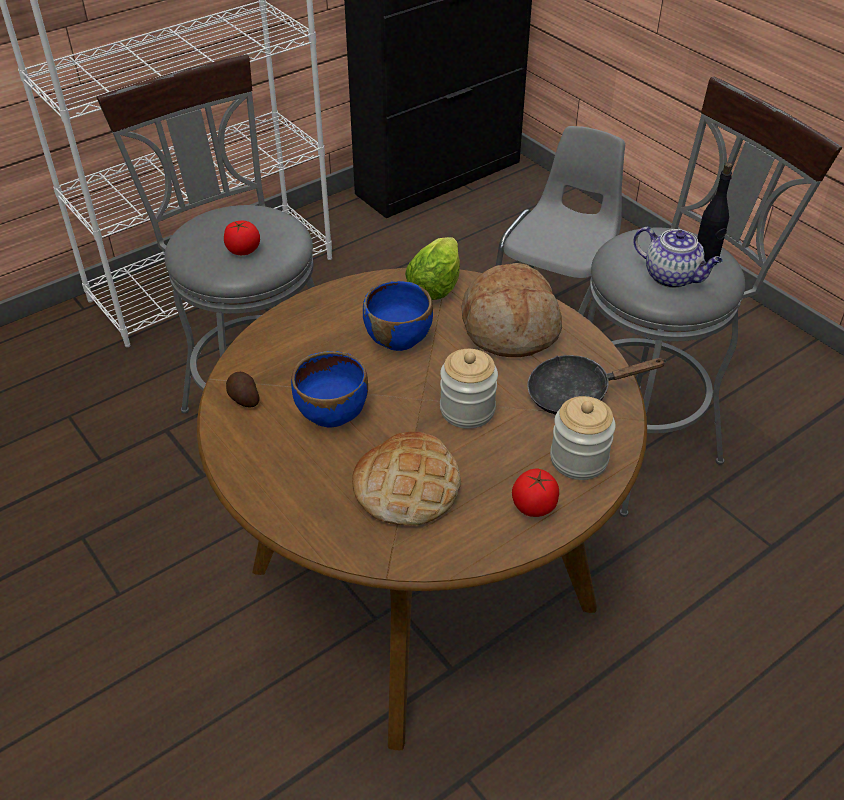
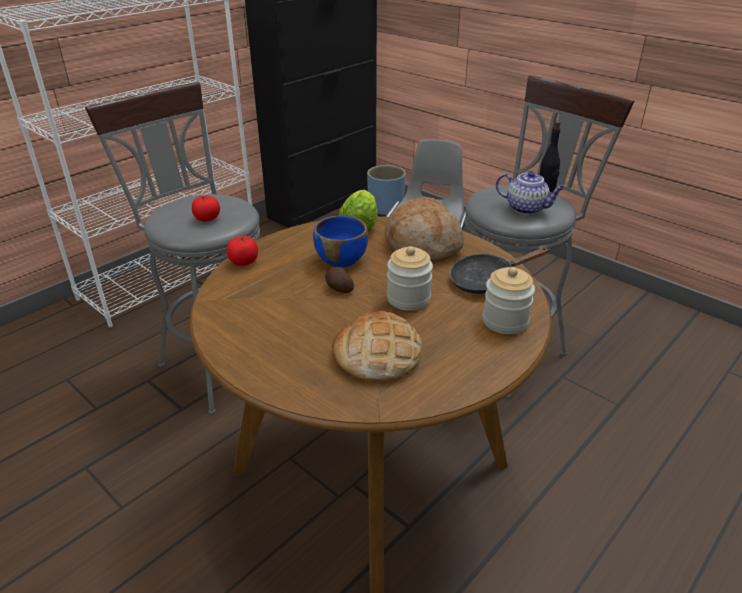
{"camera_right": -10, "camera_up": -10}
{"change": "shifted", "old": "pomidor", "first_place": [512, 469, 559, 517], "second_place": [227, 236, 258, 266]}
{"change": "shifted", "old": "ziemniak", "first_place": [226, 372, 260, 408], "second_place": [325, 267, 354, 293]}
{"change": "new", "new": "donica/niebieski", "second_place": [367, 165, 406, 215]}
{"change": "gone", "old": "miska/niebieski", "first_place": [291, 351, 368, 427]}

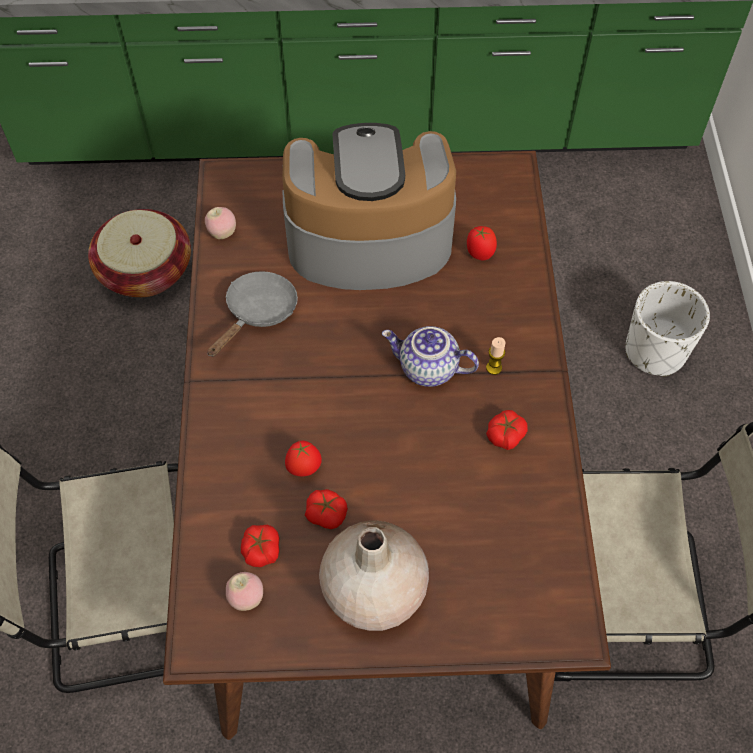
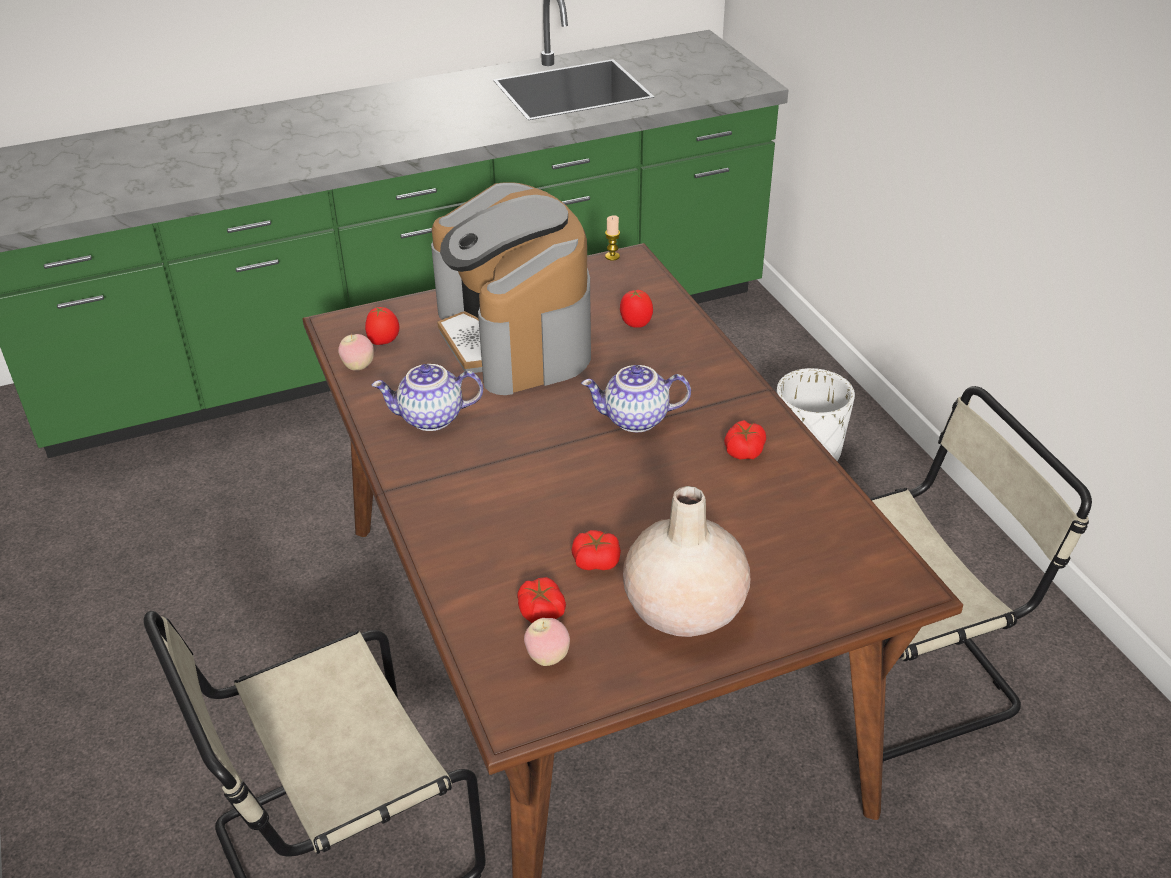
{"camera_right": -20, "camera_up": -20}
{"change": "shifted", "old": "pomidor", "first_place": [285, 441, 322, 476], "second_place": [365, 307, 400, 345]}
{"change": "swapped", "old": "patelnia/szary", "new": "imbryk", "first_place": [208, 271, 298, 357], "second_place": [372, 364, 483, 431]}
{"change": "rotated", "old": "ekspres do kawy", "first_place": [282, 123, 456, 290], "second_place": [431, 182, 591, 395], "degrees": -90}
{"change": "shifted", "old": "świeca", "first_place": [486, 337, 505, 375], "second_place": [605, 215, 620, 260]}
{"change": "gone", "old": "koszyk", "first_place": [88, 209, 191, 297]}

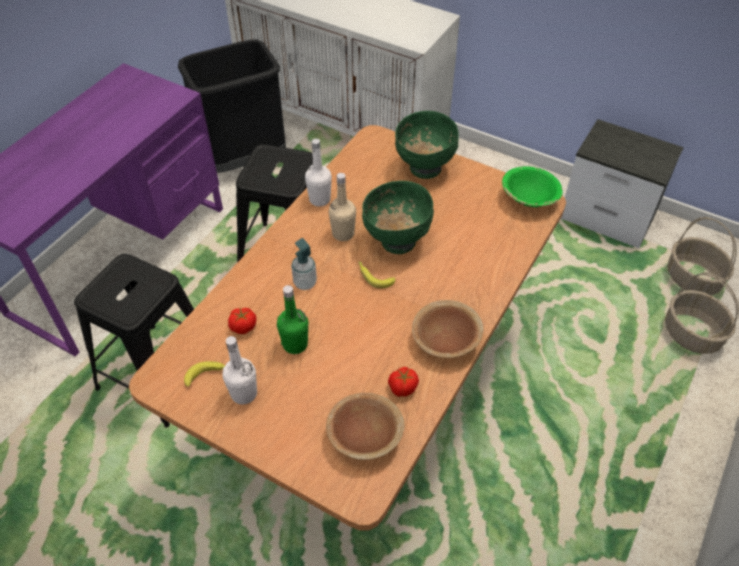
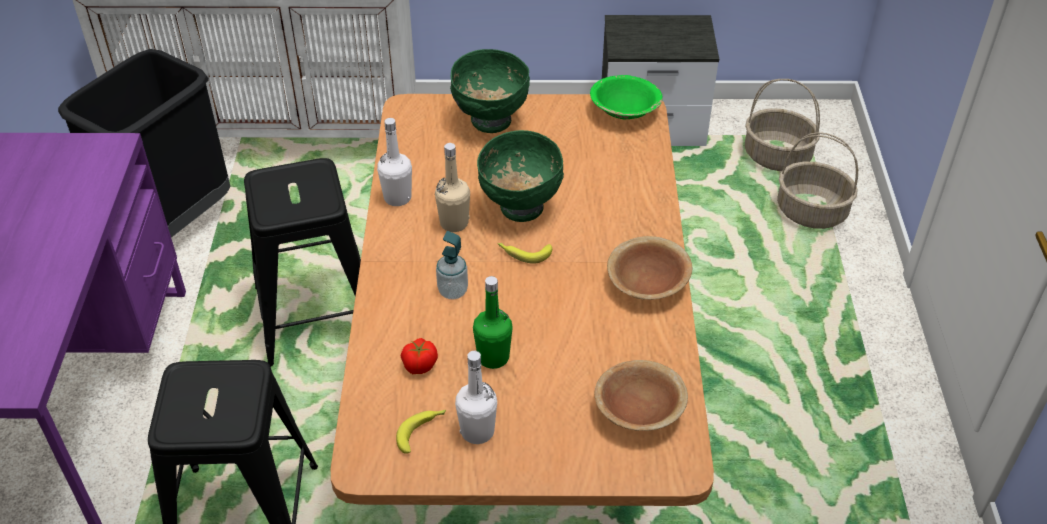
{"camera_right": -30, "camera_up": -5}
{"change": "gone", "old": "pomidor", "first_place": [388, 367, 419, 397]}

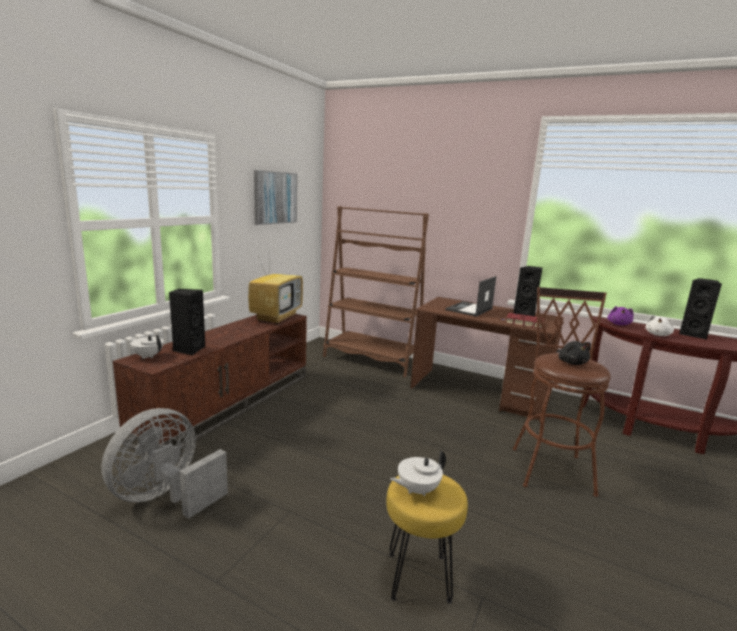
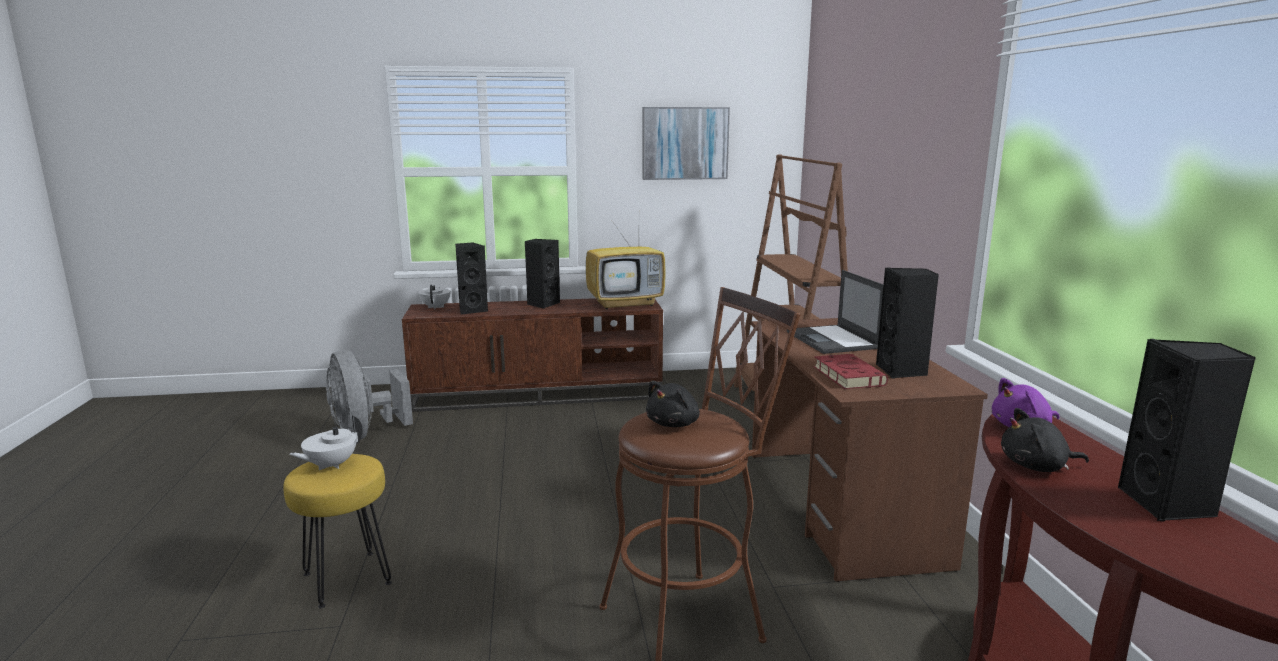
{"camera_right": 55, "camera_up": 0}
{"change": "rotated", "old": "imbryk/biały", "first_place": [391, 450, 446, 496], "second_place": [289, 416, 363, 470], "degrees": -75}
{"change": "rotated", "old": "wentylator/szary", "first_place": [101, 408, 228, 519], "second_place": [326, 350, 413, 440], "degrees": -120}
{"change": "new", "new": "głośnik/czarny", "second_place": [524, 239, 560, 309]}
{"change": "rotated", "old": "laptop", "first_place": [446, 276, 496, 317], "second_place": [787, 270, 883, 354], "degrees": -105}
{"change": "repainted", "old": "pluszak/biały", "new": "pluszak/czarny", "first_place": [646, 315, 674, 336], "second_place": [1001, 408, 1089, 472]}

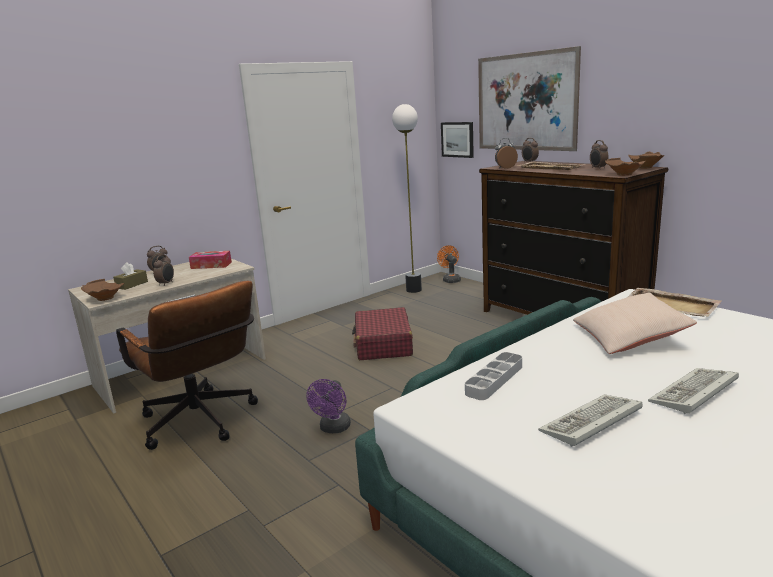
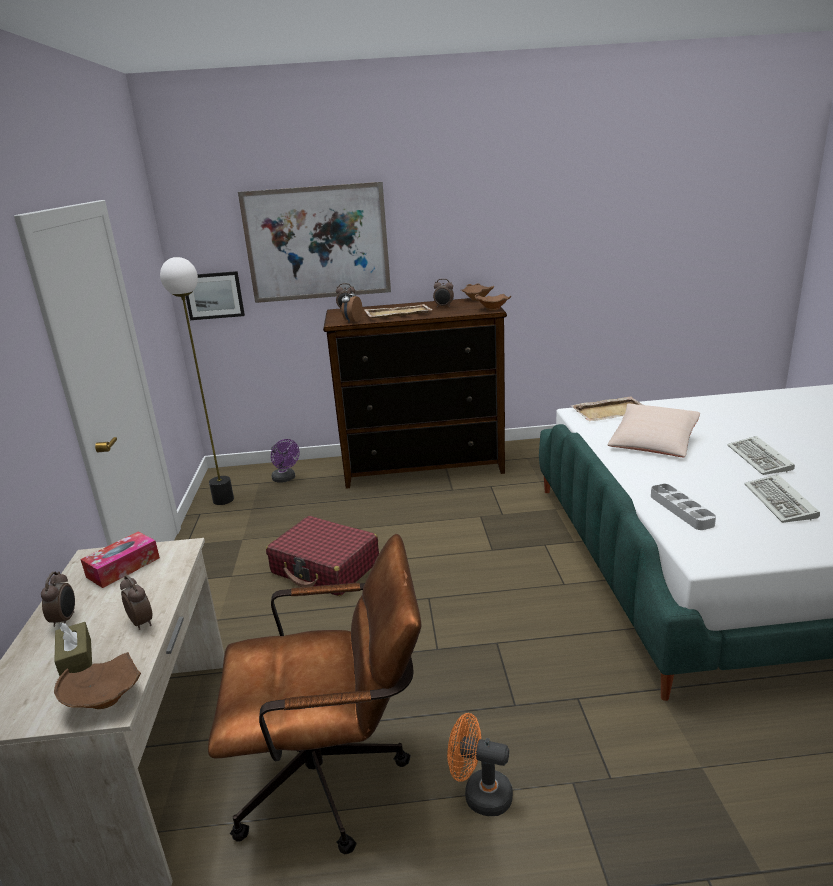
{"camera_right": -55, "camera_up": 5}
{"change": "shifted", "old": "wentylator/fioletowy", "first_place": [306, 379, 351, 433], "second_place": [271, 439, 300, 483]}
{"change": "shifted", "old": "wentylator/pomarańczowy", "first_place": [437, 246, 461, 283], "second_place": [447, 713, 513, 816]}

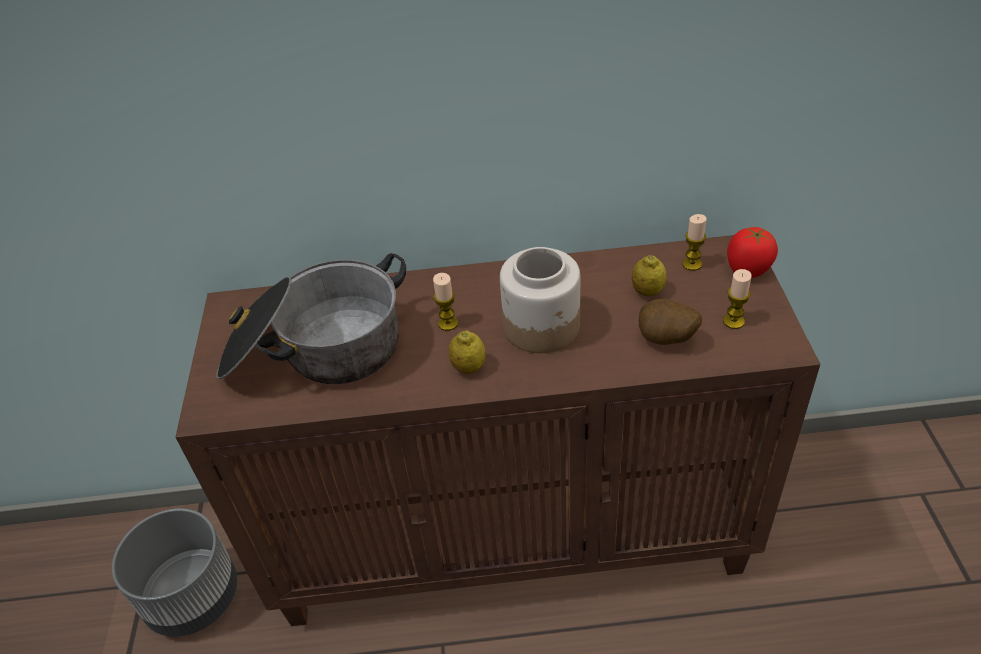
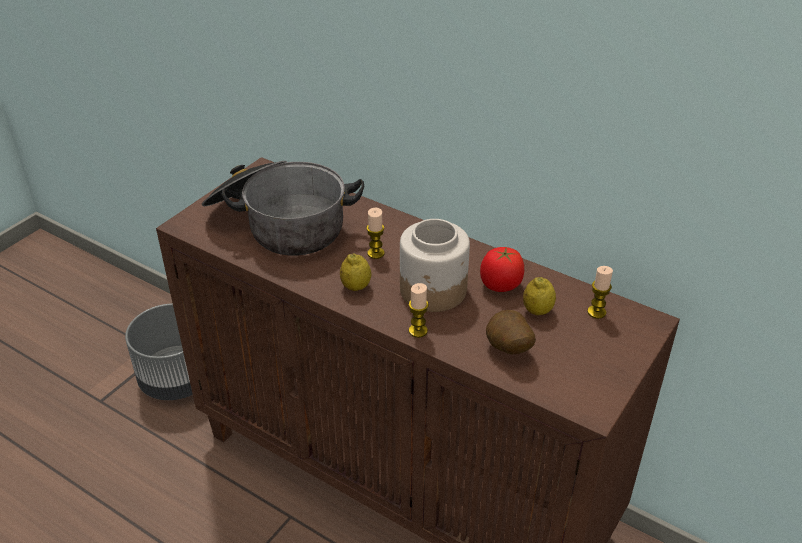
{"camera_right": 35, "camera_up": -5}
{"change": "shifted", "old": "świeca", "first_place": [723, 269, 752, 329], "second_place": [409, 283, 429, 338]}
{"change": "shifted", "old": "pomidor", "first_place": [727, 227, 778, 278], "second_place": [480, 247, 524, 292]}

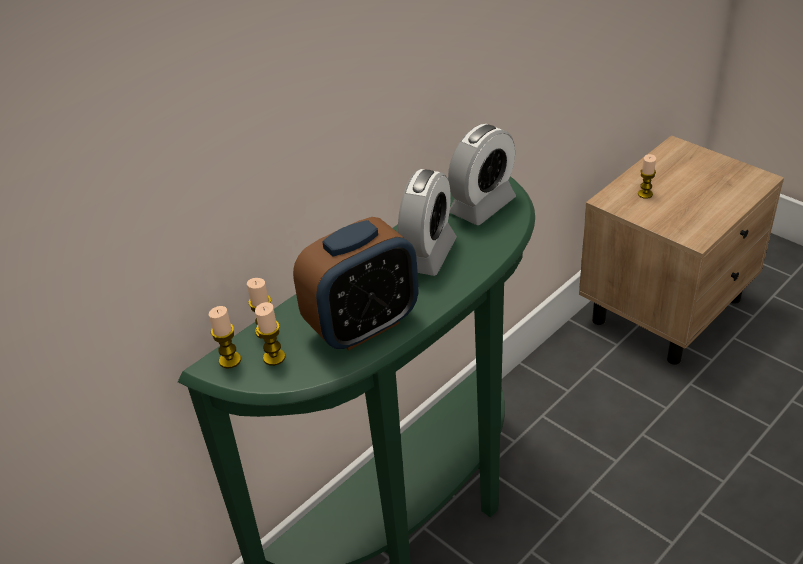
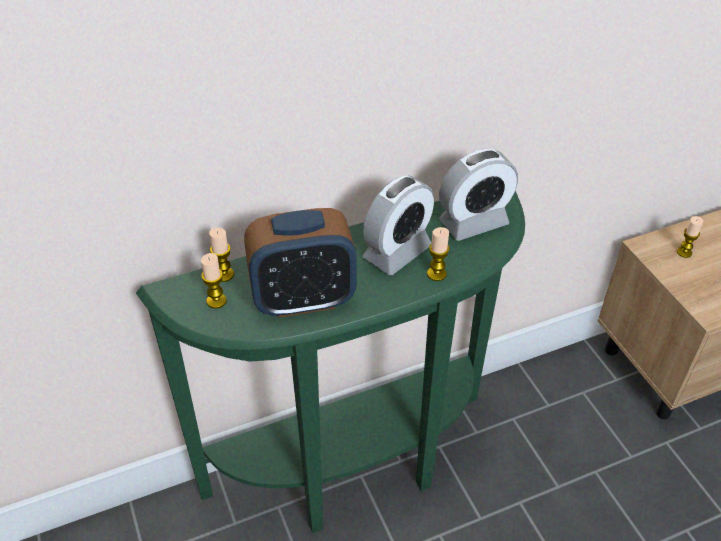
{"camera_right": 20, "camera_up": 5}
{"change": "shifted", "old": "świeca", "first_place": [209, 306, 241, 369], "second_place": [427, 227, 450, 281]}

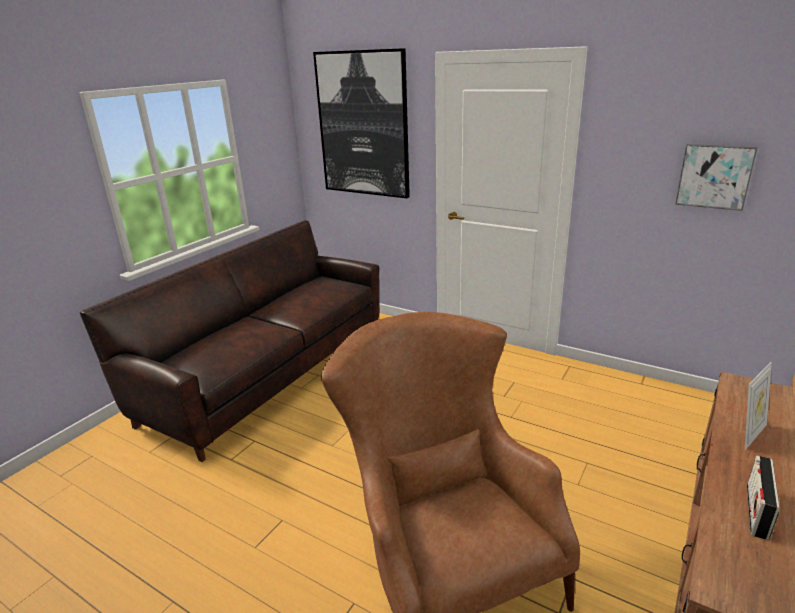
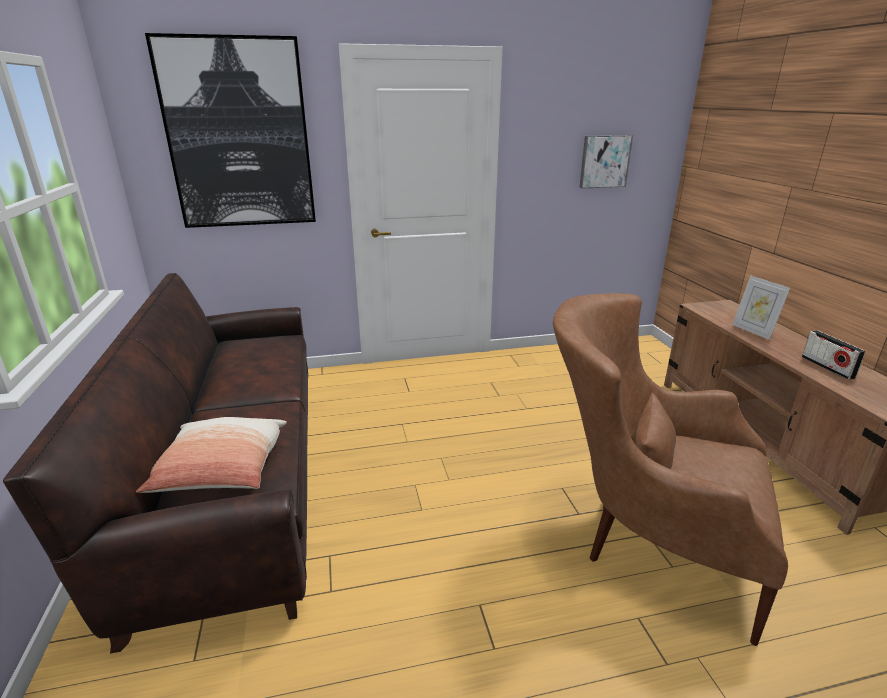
{"camera_right": -45, "camera_up": 0}
{"change": "new", "new": "poduszka", "second_place": [136, 417, 287, 493]}
{"change": "rotated", "old": "ramka na zdjęcie", "first_place": [745, 362, 772, 450], "second_place": [732, 275, 790, 340], "degrees": 150}

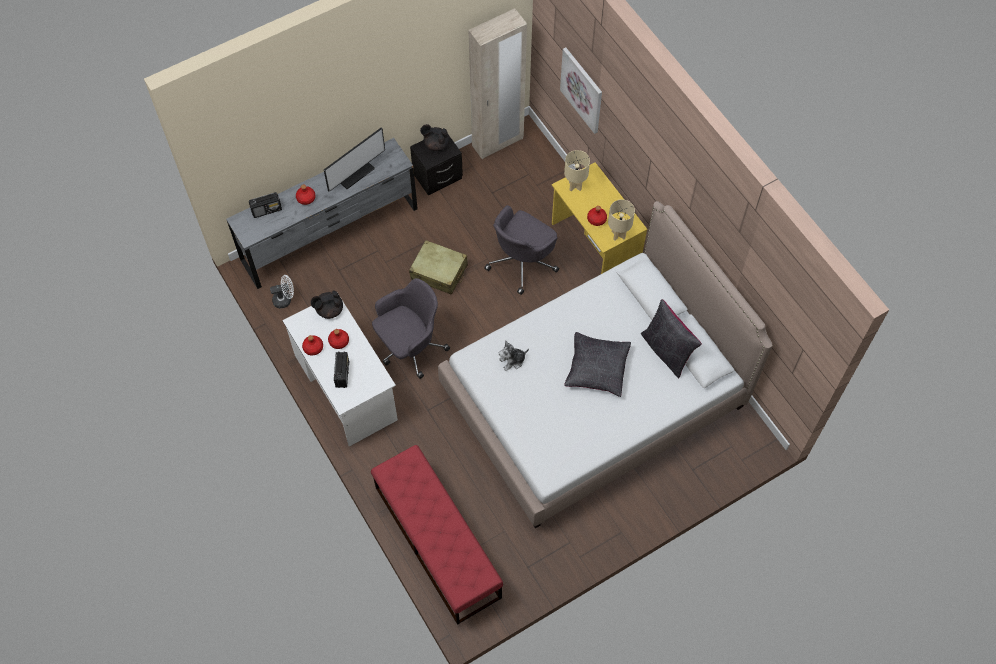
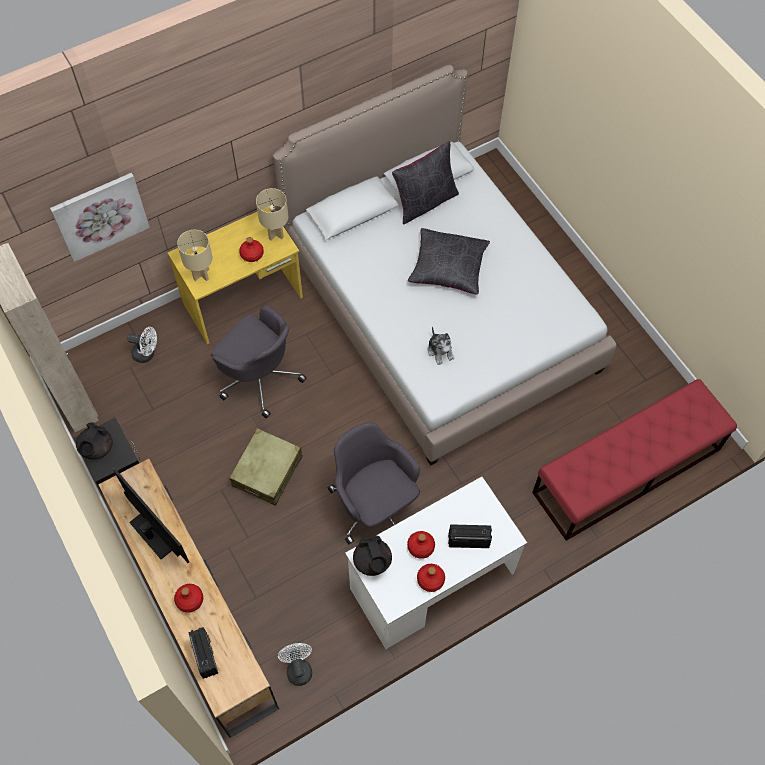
{"camera_right": -90, "camera_up": 0}
{"change": "repainted", "old": "komoda/szary", "new": "komoda/brązowy", "first_place": [226, 138, 418, 289], "second_place": [98, 459, 279, 738]}
{"change": "new", "new": "wentylator/biały", "second_place": [127, 327, 157, 363]}

